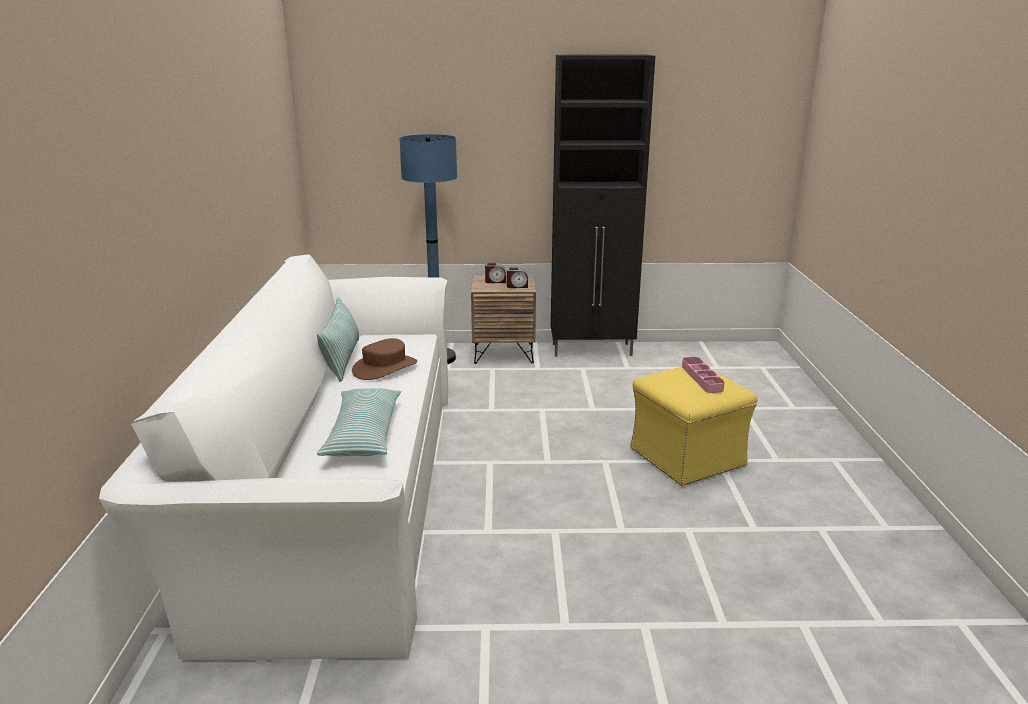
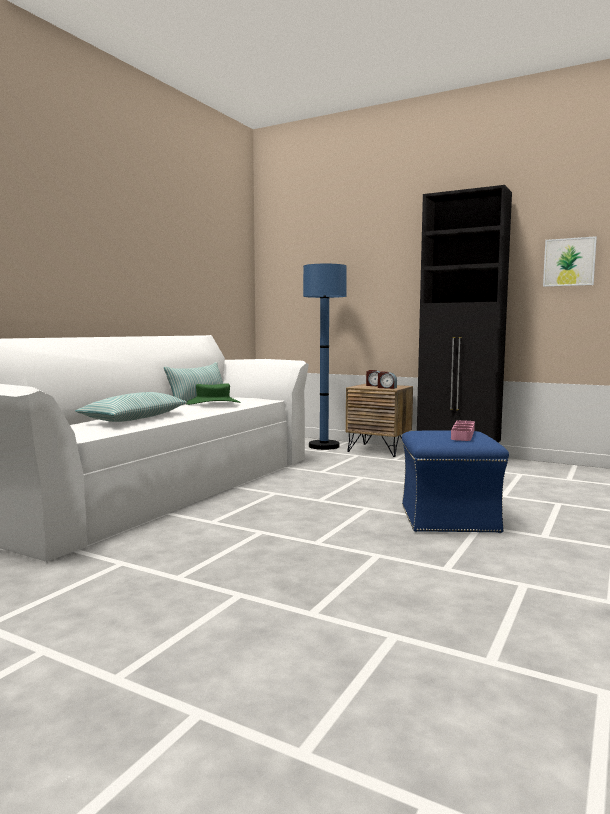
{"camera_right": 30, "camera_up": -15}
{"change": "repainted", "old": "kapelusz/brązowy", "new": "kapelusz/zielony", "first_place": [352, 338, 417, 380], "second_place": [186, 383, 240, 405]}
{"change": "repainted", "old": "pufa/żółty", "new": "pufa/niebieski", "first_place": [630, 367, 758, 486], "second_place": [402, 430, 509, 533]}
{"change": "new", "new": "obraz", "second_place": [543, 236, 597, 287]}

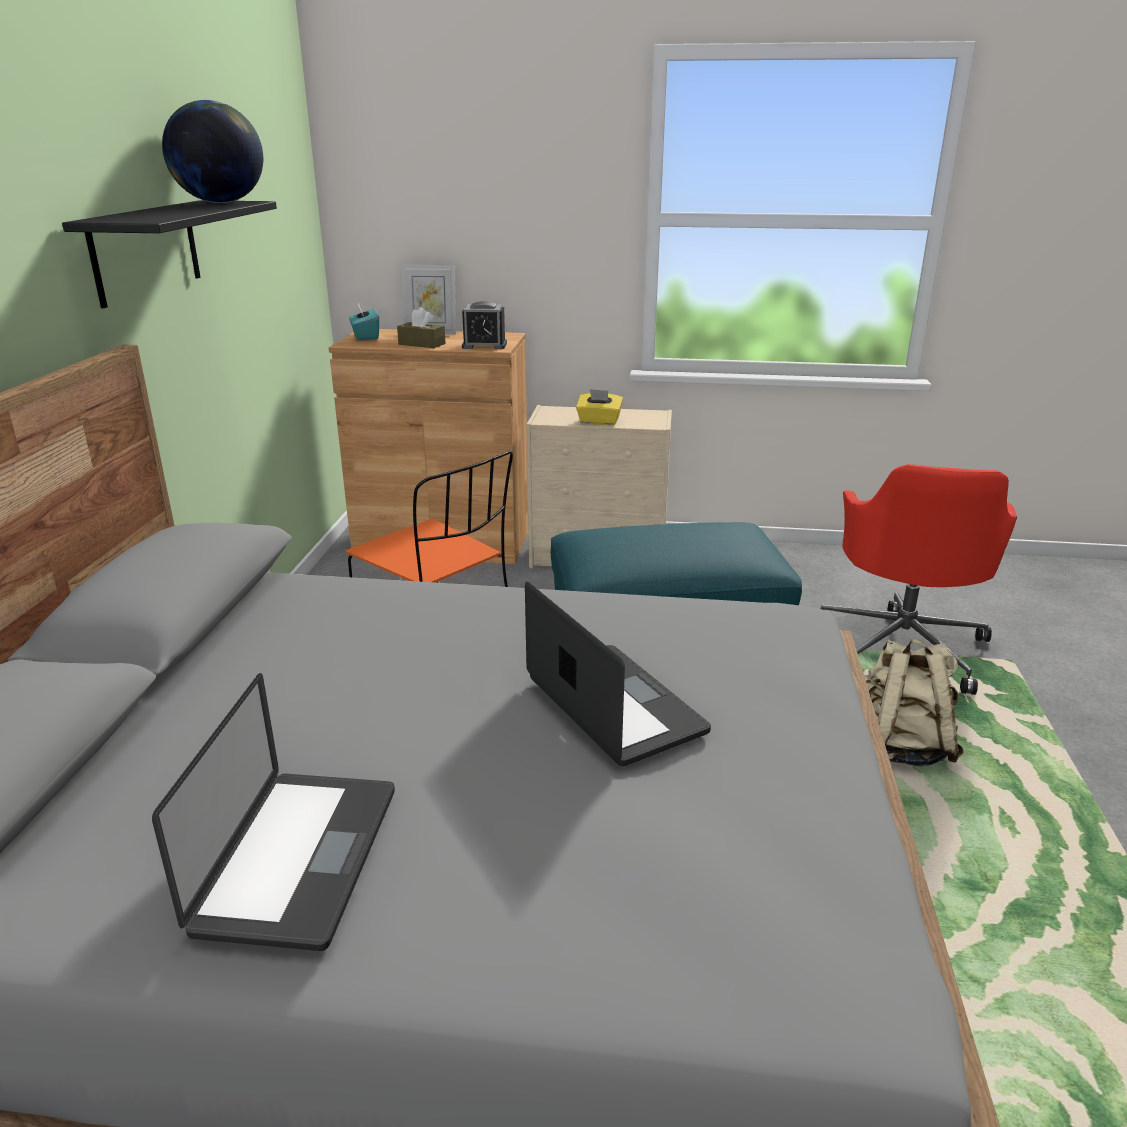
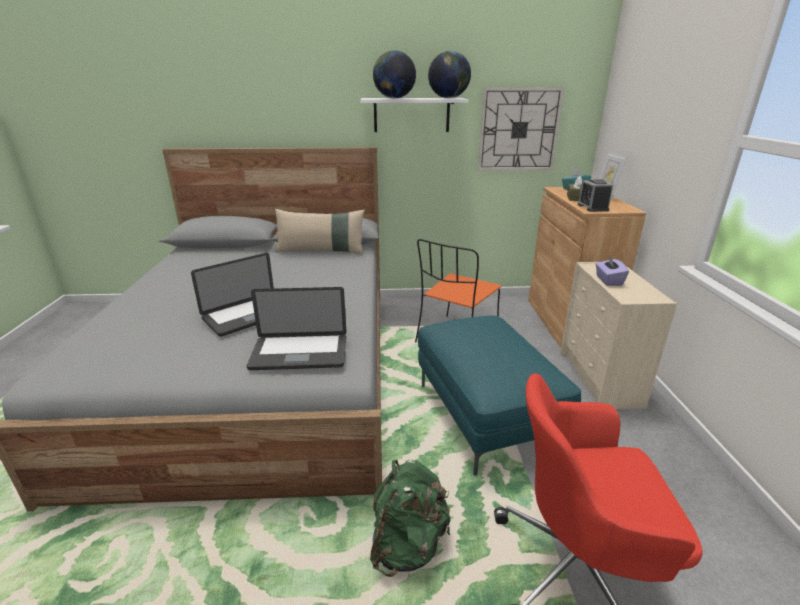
{"camera_right": 80, "camera_up": 0}
{"change": "shifted", "old": "laptop", "first_place": [152, 673, 395, 951], "second_place": [247, 287, 346, 370]}
{"change": "new", "new": "poduszka/beżowy", "second_place": [275, 209, 365, 255]}
{"change": "repainted", "old": "półka/czarny", "new": "półka/biały", "first_place": [62, 200, 277, 308], "second_place": [360, 98, 468, 132]}
{"change": "repainted", "old": "plecak/beżowy", "new": "plecak/zielony", "first_place": [864, 638, 964, 766], "second_place": [370, 460, 450, 577]}
{"change": "new", "new": "globus", "second_place": [373, 50, 416, 98]}
{"change": "new", "new": "zegar ścienny", "second_place": [478, 87, 564, 171]}
{"change": "repainted", "old": "pudełko chusteczek/żółty", "new": "pudełko chusteczek/fioletowy", "first_place": [576, 389, 623, 425], "second_place": [596, 255, 629, 286]}

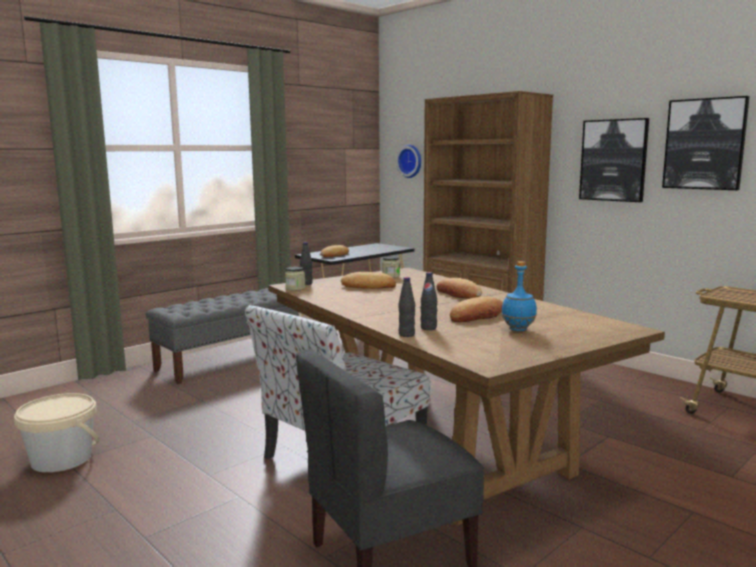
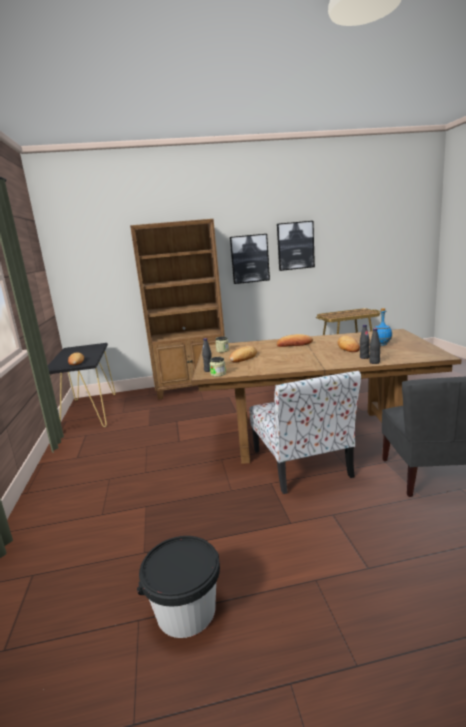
{"camera_right": -55, "camera_up": 5}
{"change": "repainted", "old": "wiadro/beżowy", "new": "wiadro/czarny", "first_place": [14, 393, 100, 473], "second_place": [137, 536, 220, 638]}
{"change": "gone", "old": "ławka/szary", "first_place": [146, 288, 299, 384]}
{"change": "gone", "old": "zegar ścienny", "first_place": [396, 144, 421, 178]}

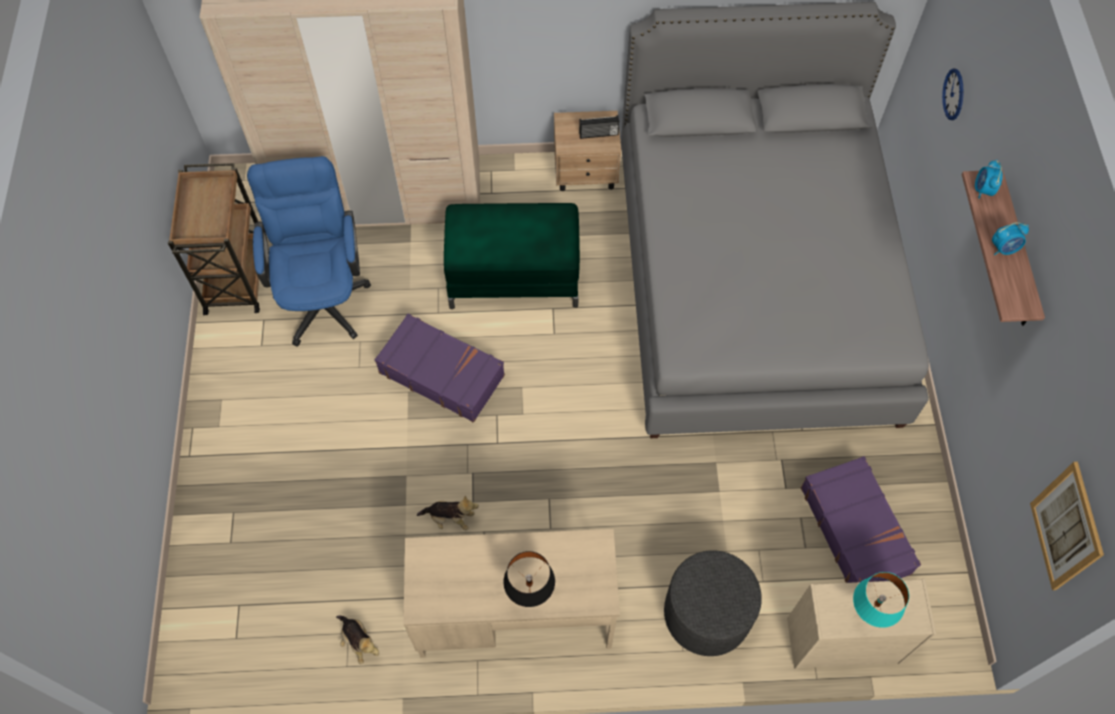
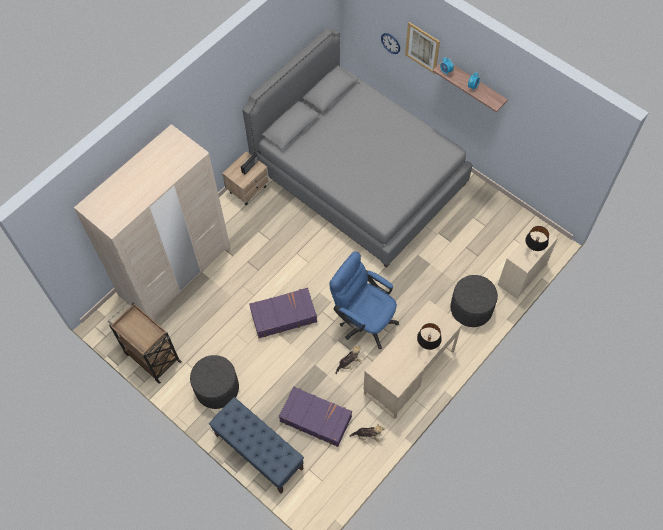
{"camera_right": -45, "camera_up": 0}
{"change": "new", "new": "pufa/szary", "second_place": [190, 355, 239, 409]}
{"change": "new", "new": "ławka/niebieski", "second_place": [209, 397, 304, 493]}
{"change": "shifted", "old": "walizka/fioletowy", "first_place": [800, 456, 921, 583], "second_place": [279, 387, 352, 447]}
{"change": "shifted", "old": "krzesło biurowe/niebieski", "first_place": [247, 156, 371, 346], "second_place": [329, 252, 399, 349]}
{"change": "shifted", "old": "obraz", "first_place": [1030, 462, 1104, 590], "second_place": [405, 22, 440, 74]}
{"change": "repainted", "old": "lampa stołowa/turkusowy", "new": "lampa stołowa/czarny", "first_place": [853, 572, 909, 628], "second_place": [525, 226, 549, 251]}
{"change": "gone", "old": "pufa/zielony", "first_place": [444, 203, 580, 309]}

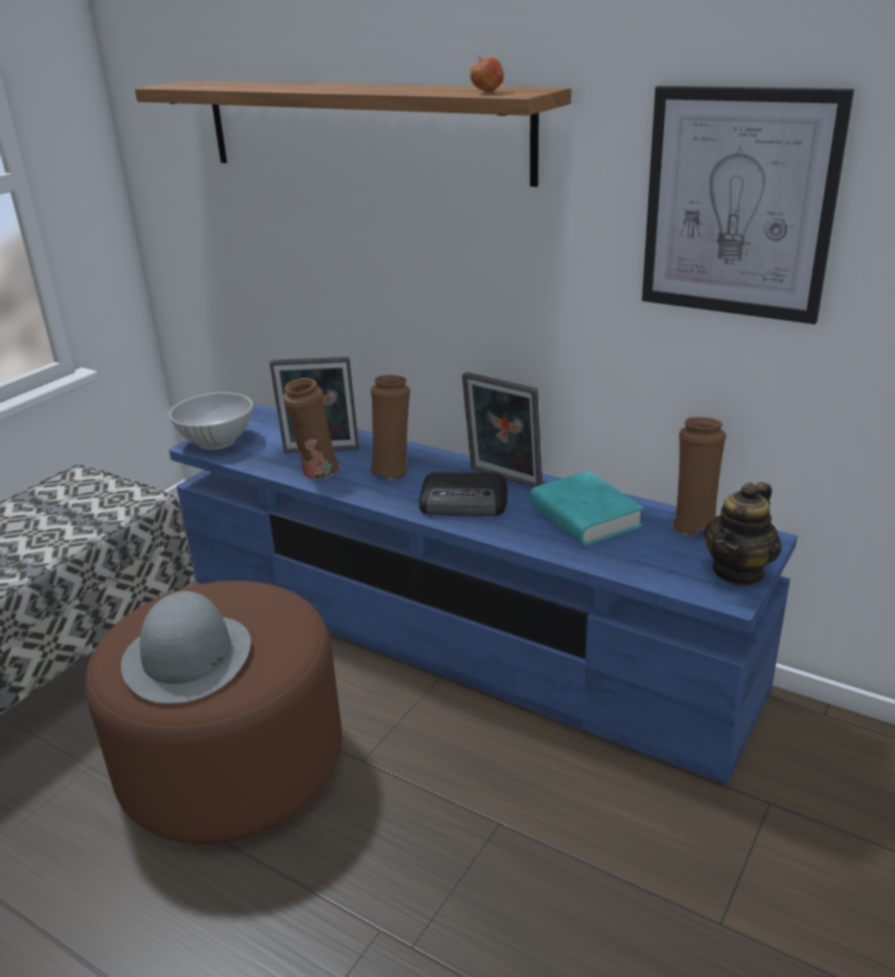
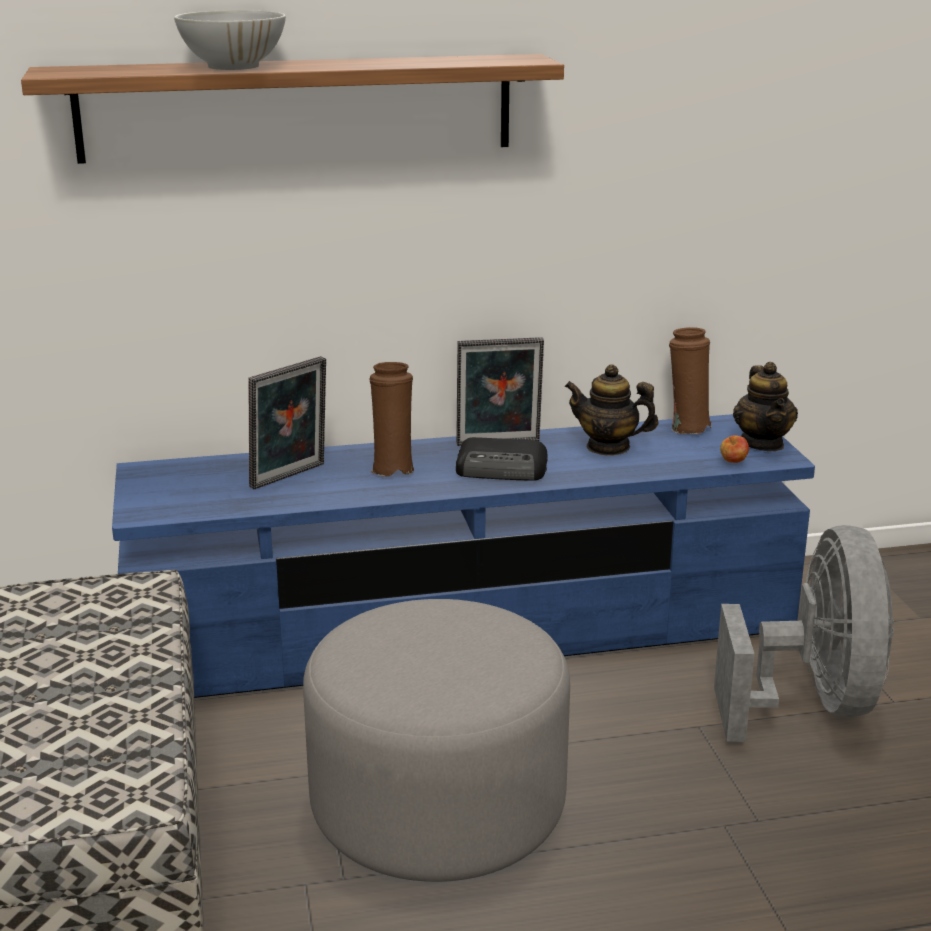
{"camera_right": -45, "camera_up": -5}
{"change": "shifted", "old": "miska/biały", "first_place": [169, 392, 253, 450], "second_place": [174, 10, 286, 70]}
{"change": "repainted", "old": "pufa/brązowy", "new": "pufa/szary", "first_place": [85, 581, 342, 844], "second_place": [303, 599, 570, 882]}
{"change": "rotated", "old": "radio", "first_place": [419, 472, 508, 516], "second_place": [456, 437, 548, 481], "degrees": 45}
{"change": "swapped", "old": "książka/turkusowy", "new": "imbryk", "first_place": [530, 471, 644, 546], "second_place": [565, 365, 659, 456]}
{"change": "new", "new": "wentylator/szary", "second_place": [714, 525, 894, 742]}
{"change": "shifted", "old": "jabłko", "first_place": [470, 56, 504, 92], "second_place": [720, 435, 749, 463]}
{"change": "gone", "old": "kapelusz/szary", "first_place": [121, 591, 251, 703]}
{"change": "gone", "old": "wazon/brązowy", "first_place": [283, 378, 341, 479]}
{"change": "gone", "old": "obraz", "first_place": [642, 86, 854, 324]}

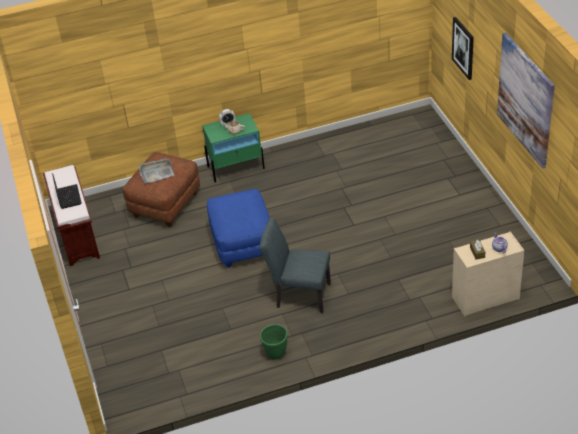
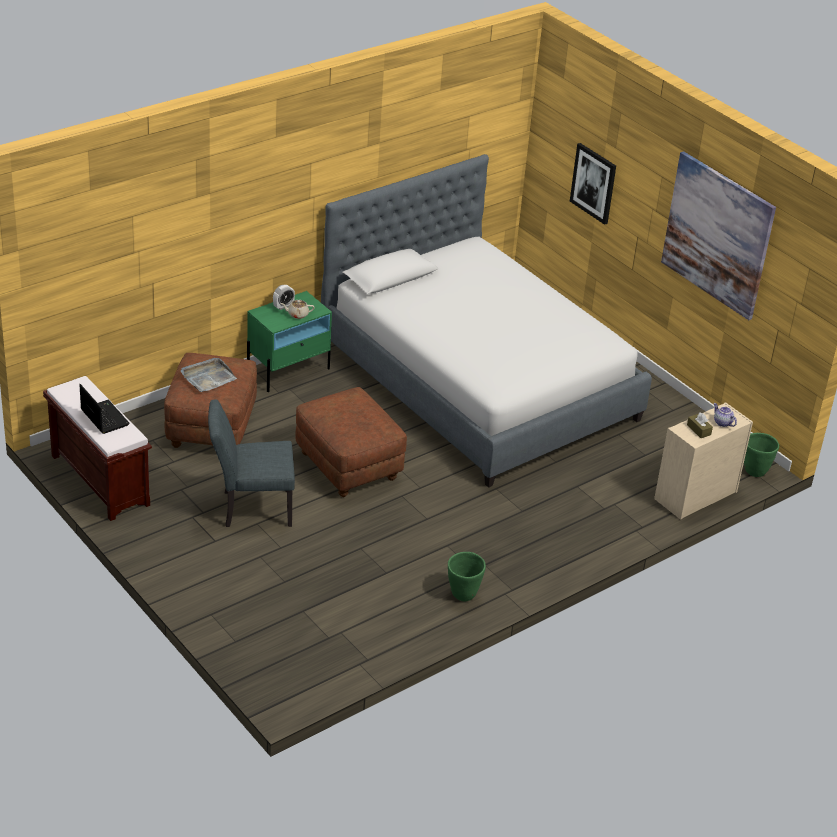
{"camera_right": -25, "camera_up": -5}
{"change": "shifted", "old": "krzesło/szary", "first_place": [259, 218, 331, 313], "second_place": [208, 399, 295, 527]}
{"change": "repainted", "old": "pufa/niebieski", "new": "pufa/brązowy", "first_place": [207, 189, 270, 267], "second_place": [295, 387, 407, 497]}
{"change": "new", "new": "łóżko", "second_place": [321, 154, 652, 488]}
{"change": "new", "new": "donica/zielony", "second_place": [744, 433, 779, 477]}

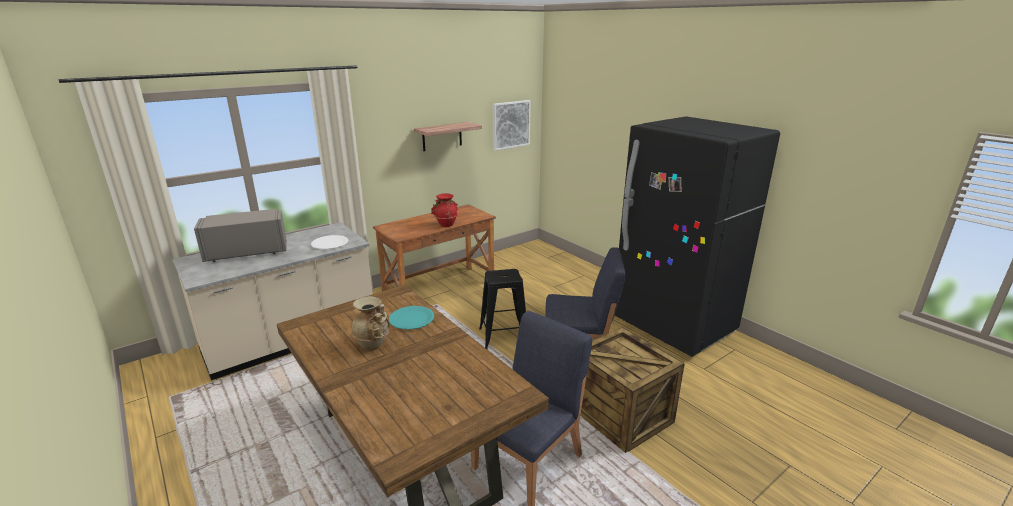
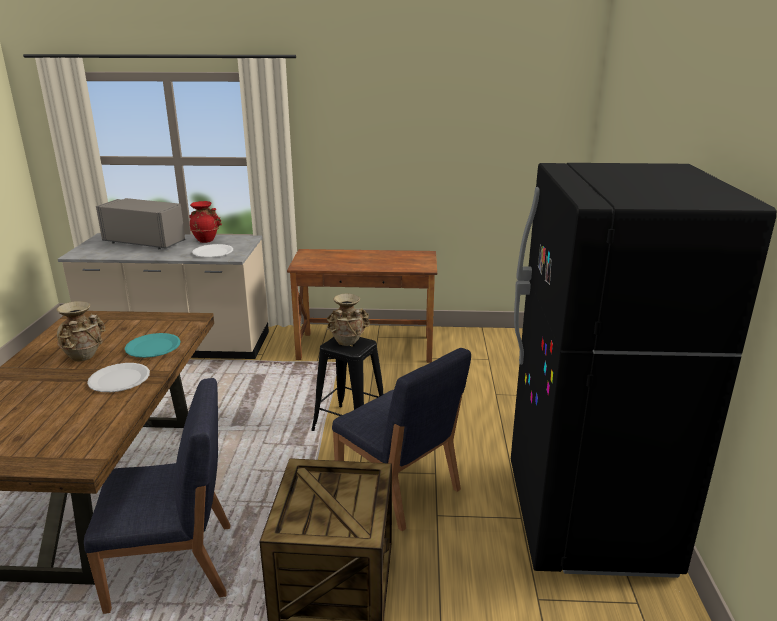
{"camera_right": 40, "camera_up": 0}
{"change": "new", "new": "talerz/biały", "second_place": [87, 363, 150, 392]}
{"change": "shifted", "old": "wazon/czerwony", "first_place": [431, 193, 458, 227], "second_place": [189, 201, 222, 243]}
{"change": "new", "new": "wazon/beżowy", "second_place": [327, 293, 370, 346]}
{"change": "gone", "old": "półka", "first_place": [414, 122, 482, 151]}
{"change": "gone", "old": "obraz", "first_place": [493, 100, 531, 151]}

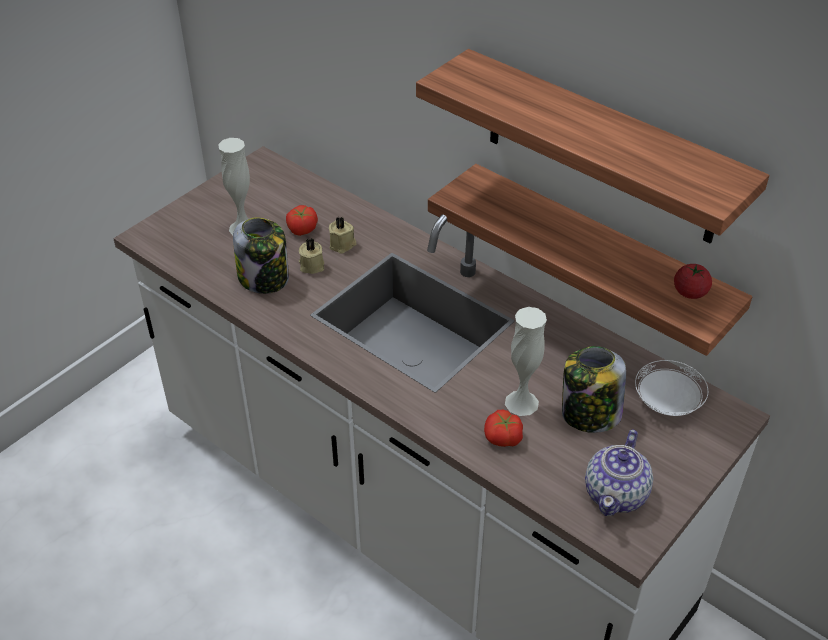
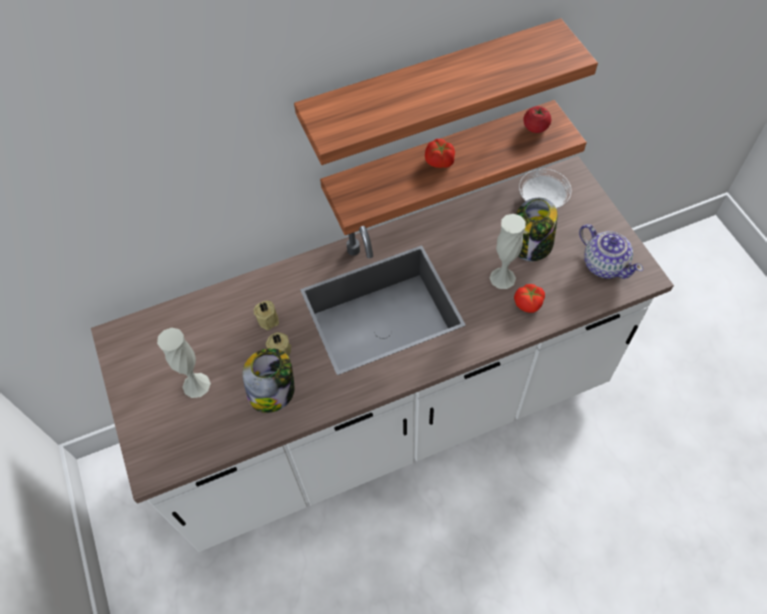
{"camera_right": -60, "camera_up": 15}
{"change": "shifted", "old": "pomidor", "first_place": [286, 205, 318, 236], "second_place": [425, 139, 455, 168]}

